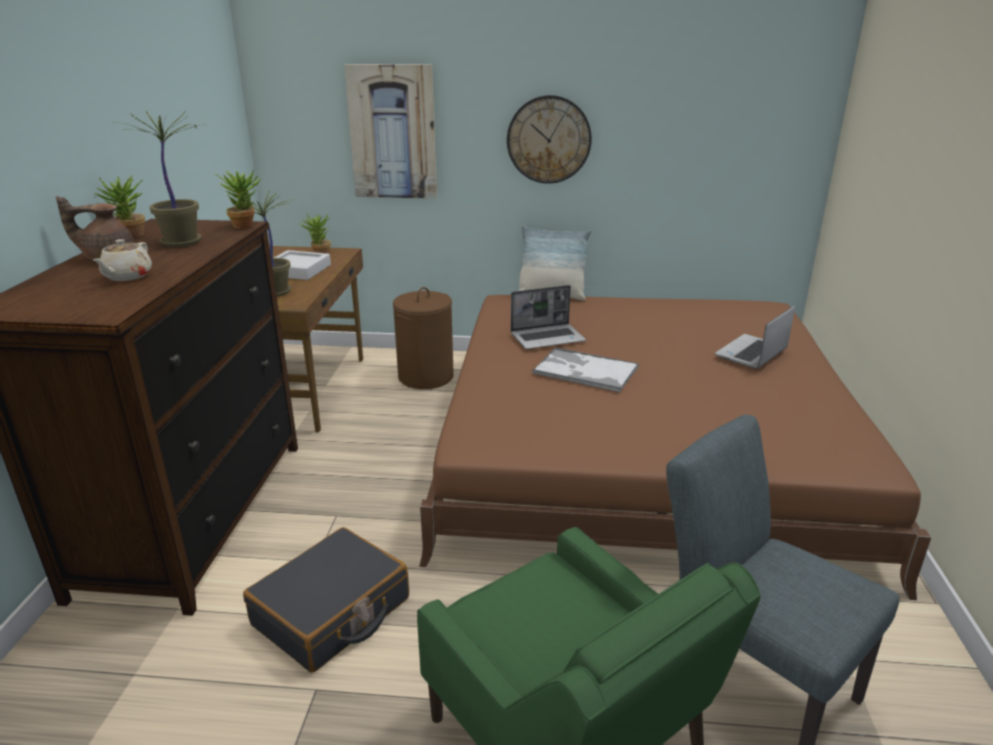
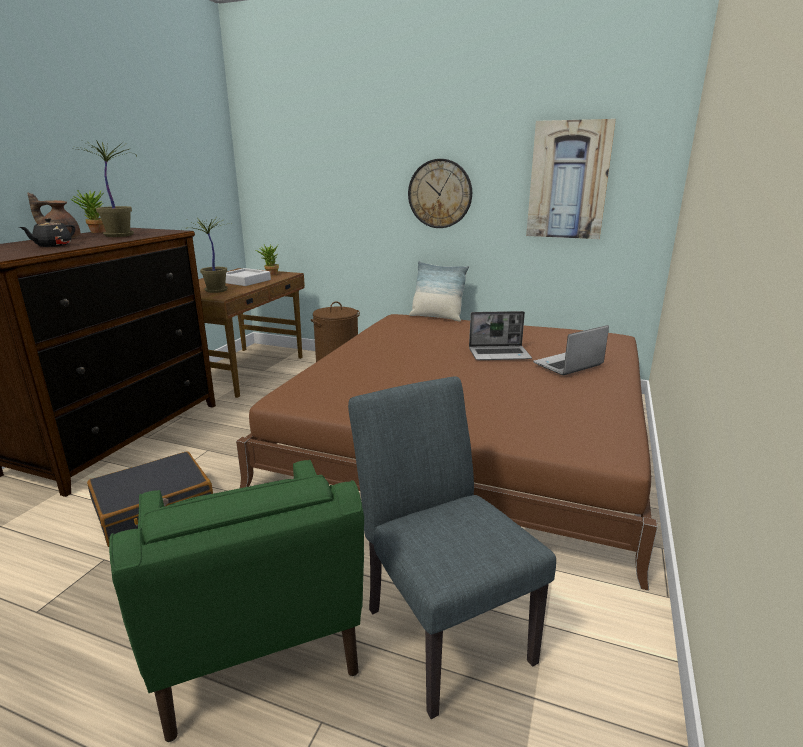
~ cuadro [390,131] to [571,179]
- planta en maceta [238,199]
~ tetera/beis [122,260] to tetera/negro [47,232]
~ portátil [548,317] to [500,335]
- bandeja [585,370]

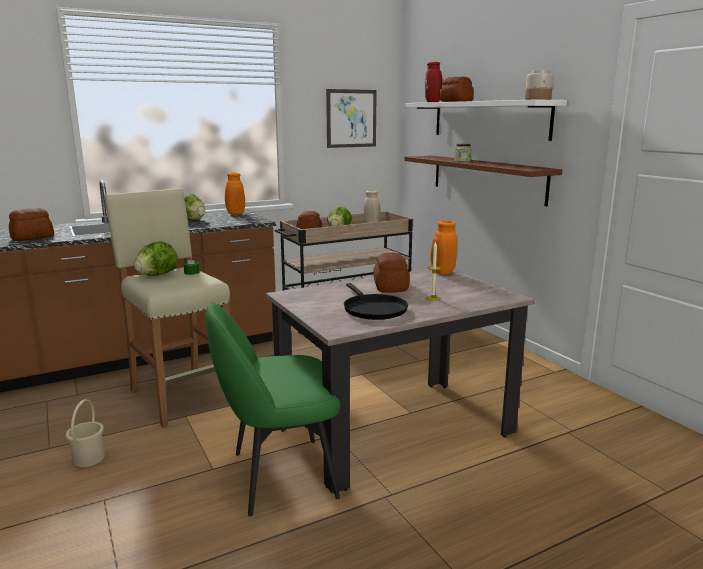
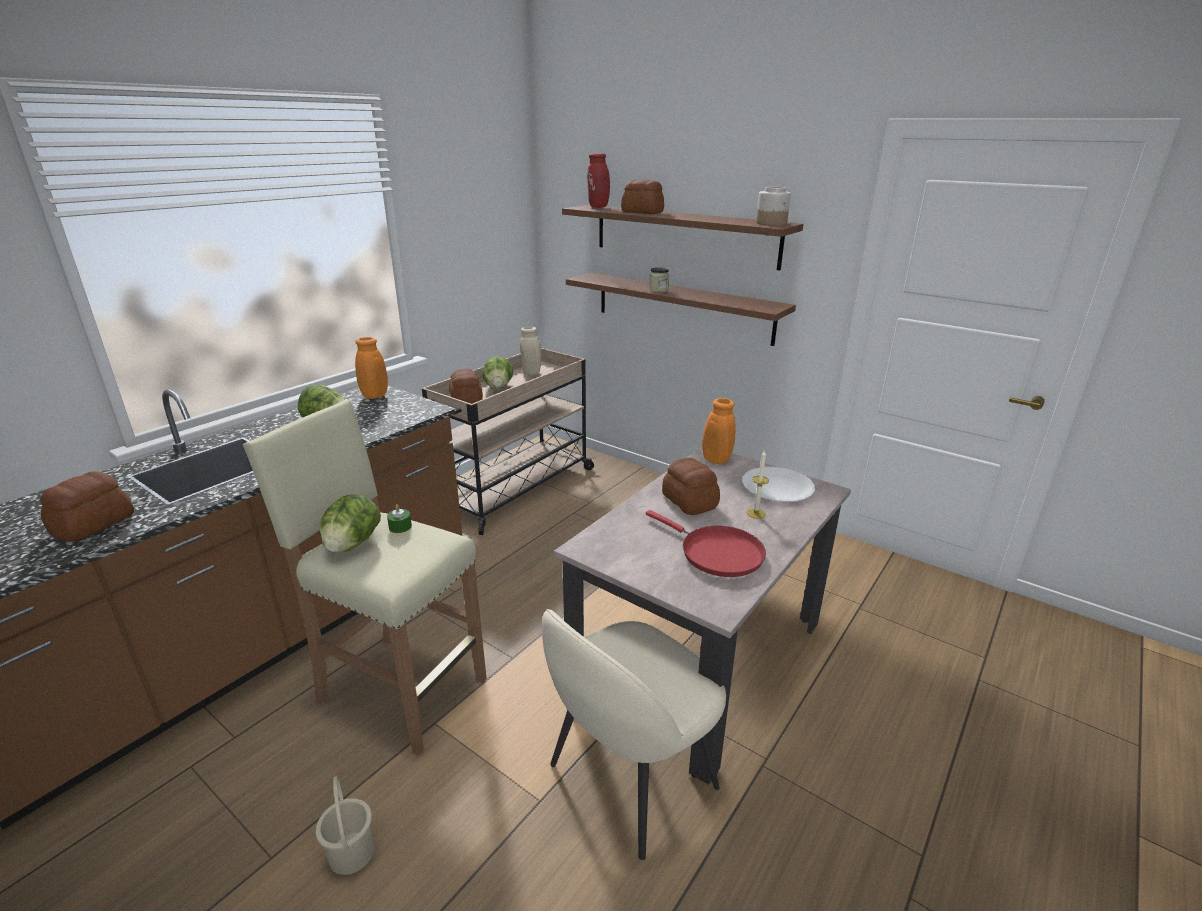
- cuadro [351,118]
~ estante/blanco [486,120] to estante/marrón [683,238]
~ sartén/negro [376,301] to sartén/rojo [706,543]
~ silla/verde [273,409] to silla/beis [634,734]
+ plato/blanco [778,484]

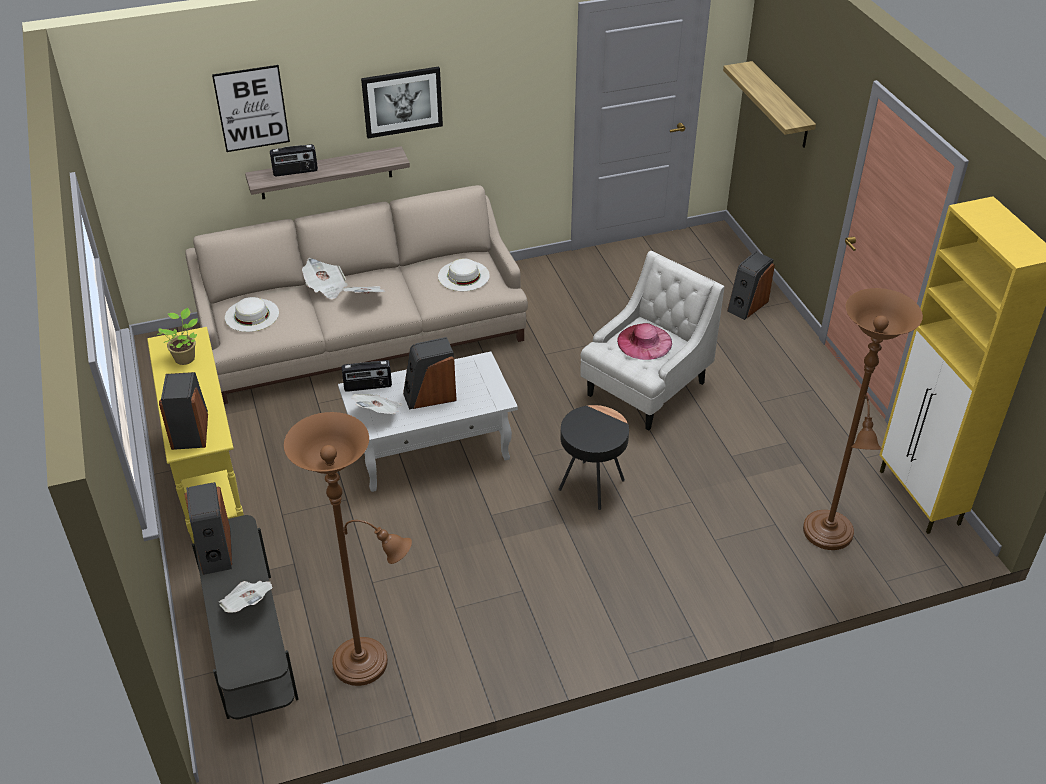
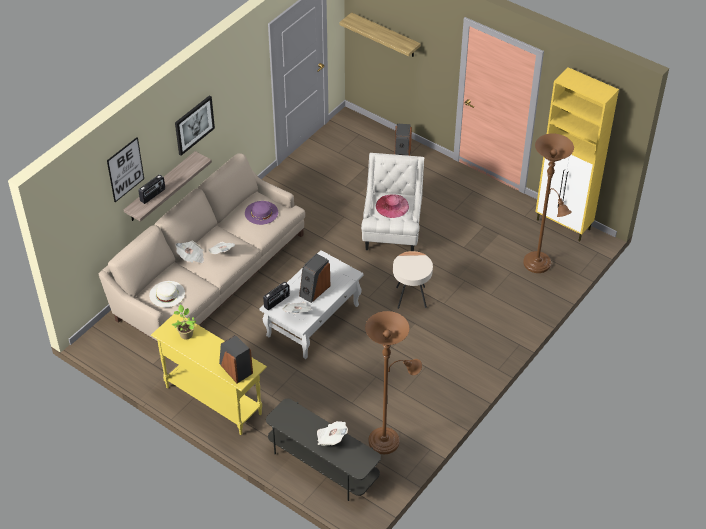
~ sombrero/blanco [464,275] to sombrero/morado [261,213]
~ mesa auxiliar/negro [593,457] to mesa auxiliar/beis [413,280]
- altavoz [208,528]

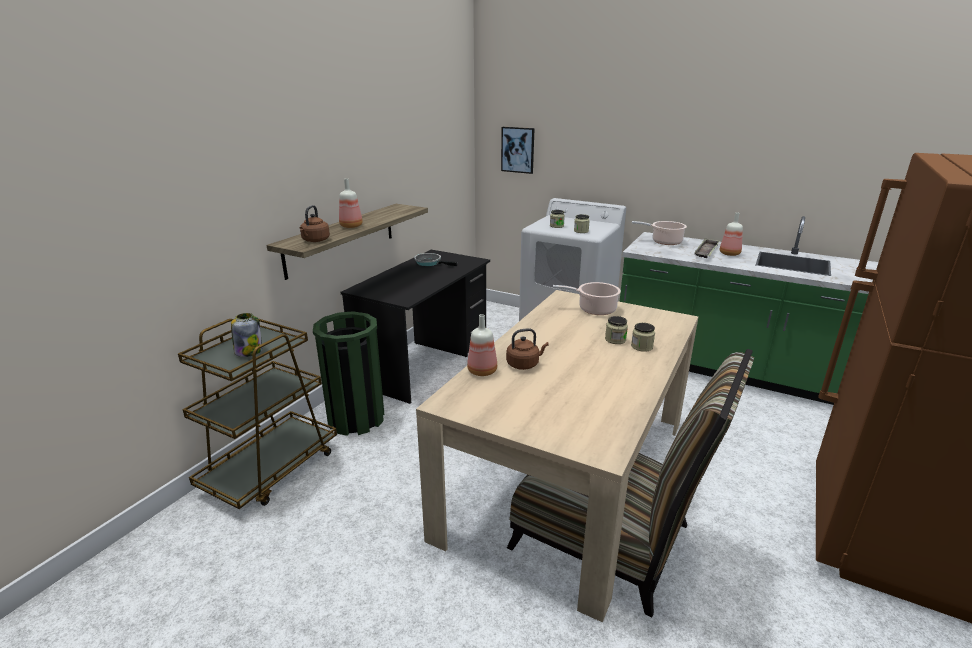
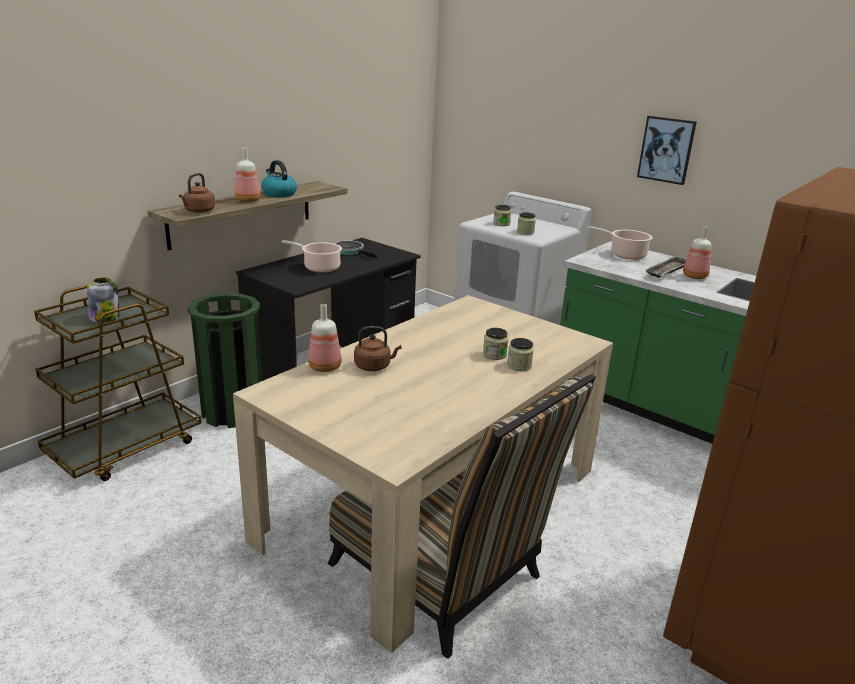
~ cuadro [518,150] to [667,150]
~ olla [587,298] to [311,256]
+ hervidor [279,178]

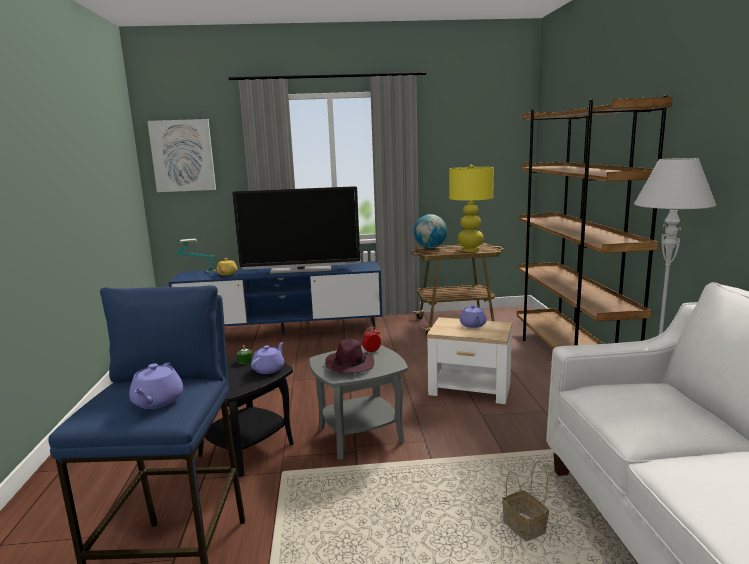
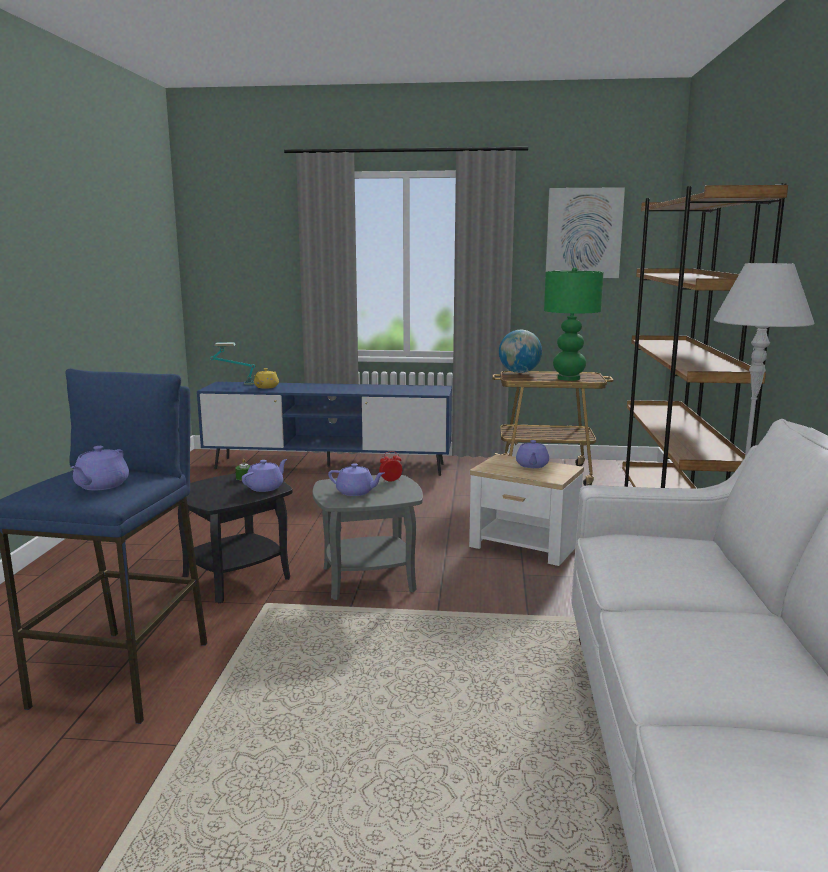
~ cuadro [181,155] to [585,232]
~ lámpara de mesa/amarillo [471,208] to lámpara de mesa/verde [574,324]
- televisor [296,230]
~ sombrero/morado [349,356] to tetera/morado [356,479]
- cesta [525,501]

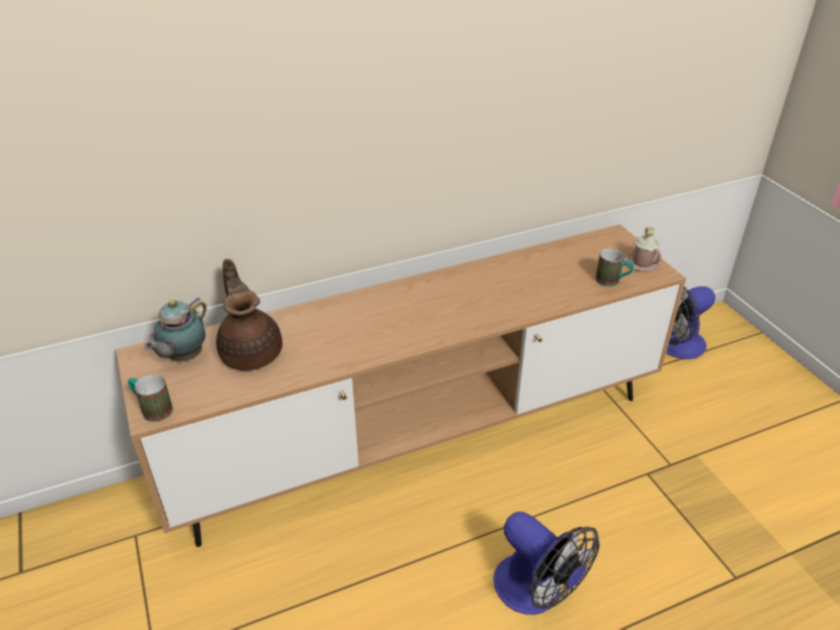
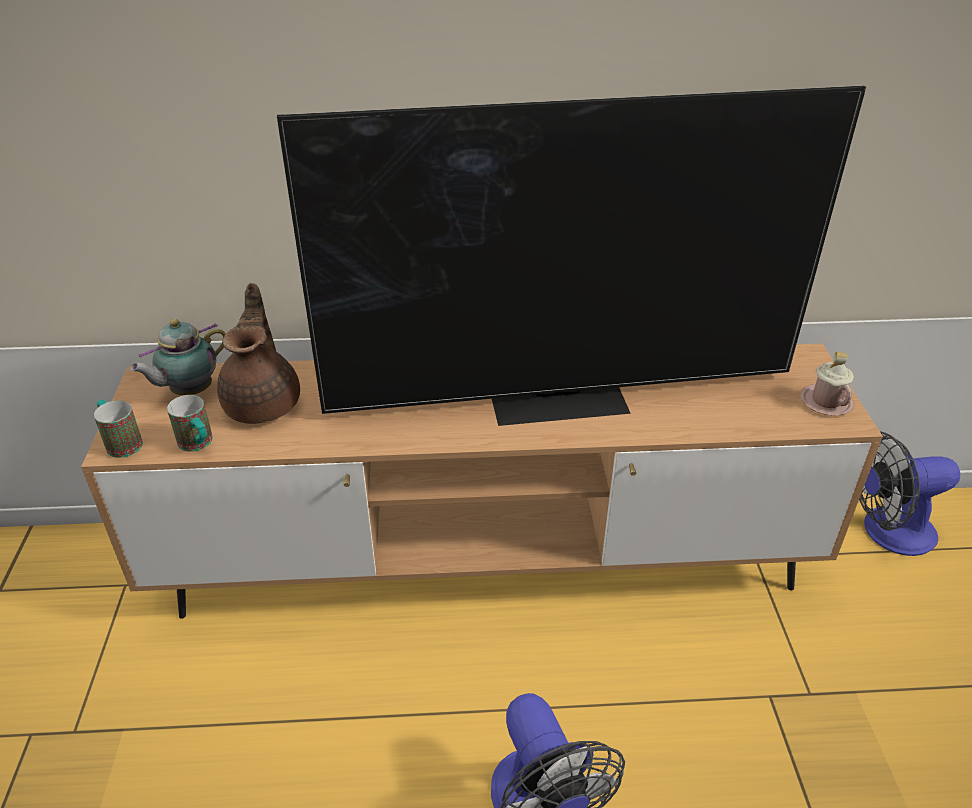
~ taza grande [614,267] to [190,423]
+ televisor [571,256]

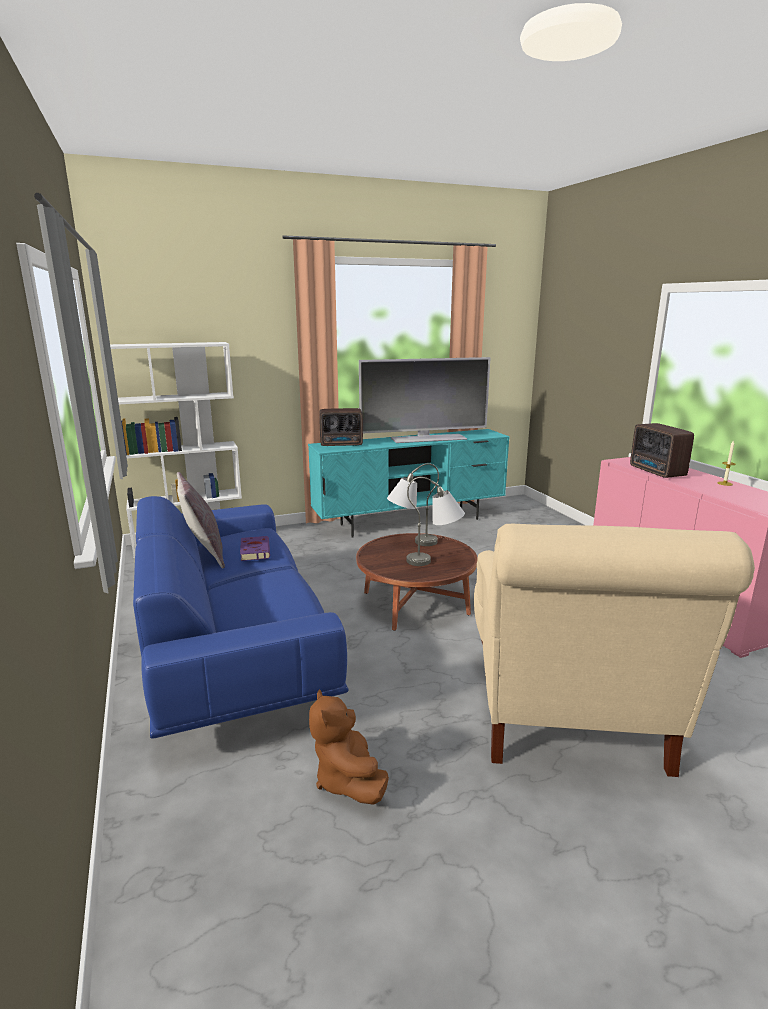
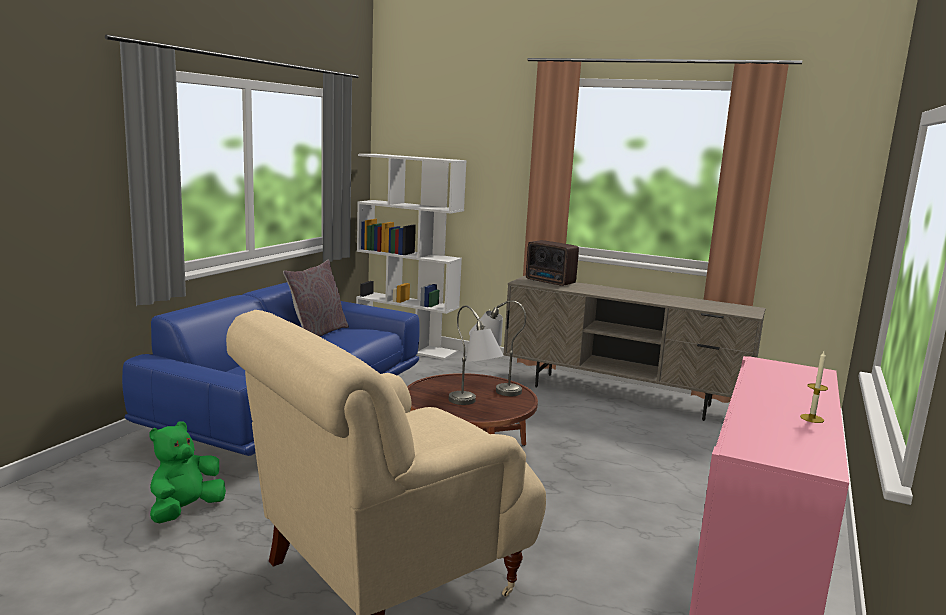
- televisor [425,400]
- radio [662,450]
~ mueble de televisión/turquesa [409,483] to mueble de televisión/beis [634,348]
- libro/morado [255,548]
~ peluche/marrón [349,747] to peluche/verde [187,472]

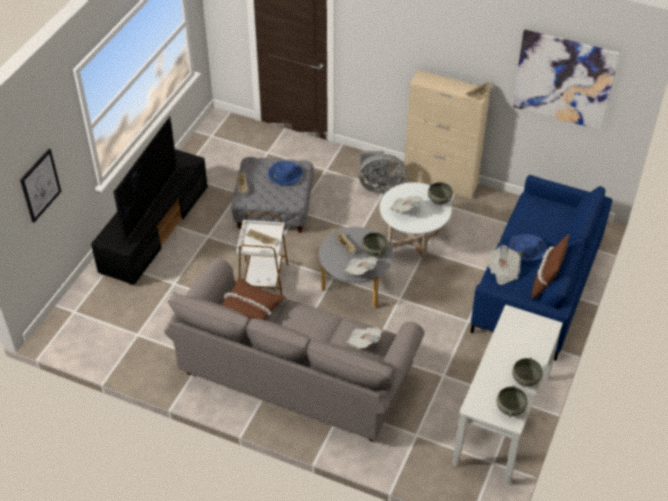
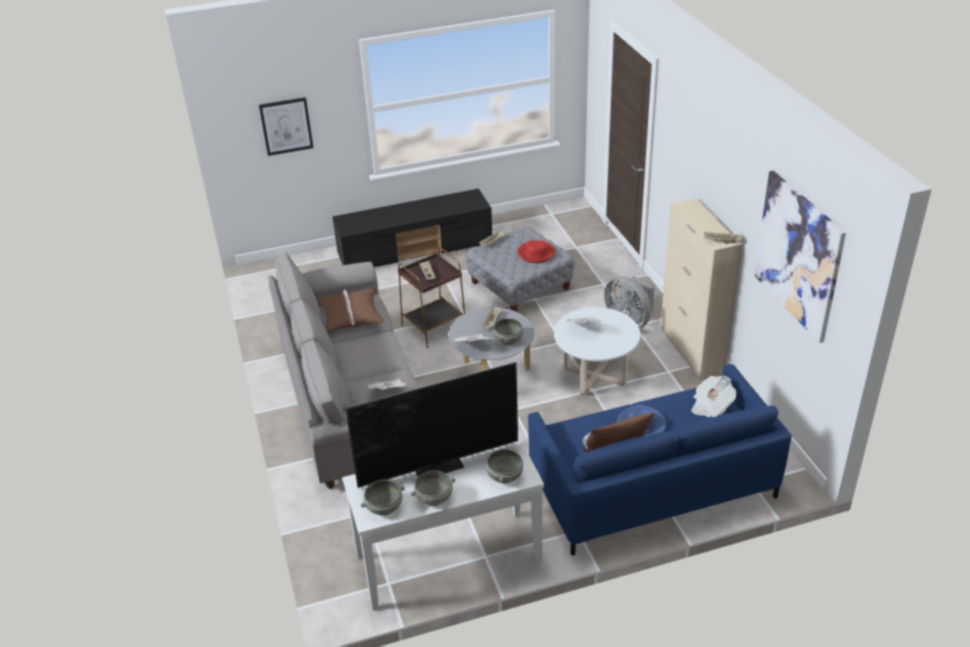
~ televisor [146,179] to [431,425]
~ sombrero/azul [285,173] to sombrero/rojo [536,251]
~ cuenco/gris [440,193] to [504,466]
~ mesa auxiliar/blanco [262,254] to mesa auxiliar/marrón [431,297]
~ periódico [504,265] to [713,396]

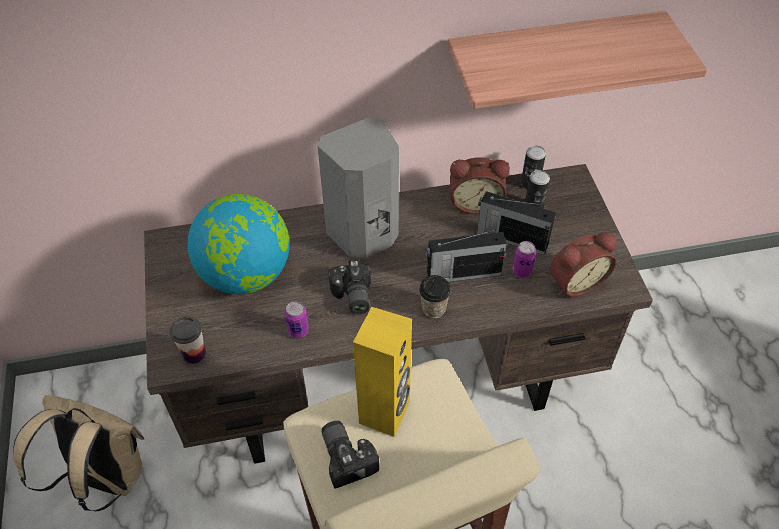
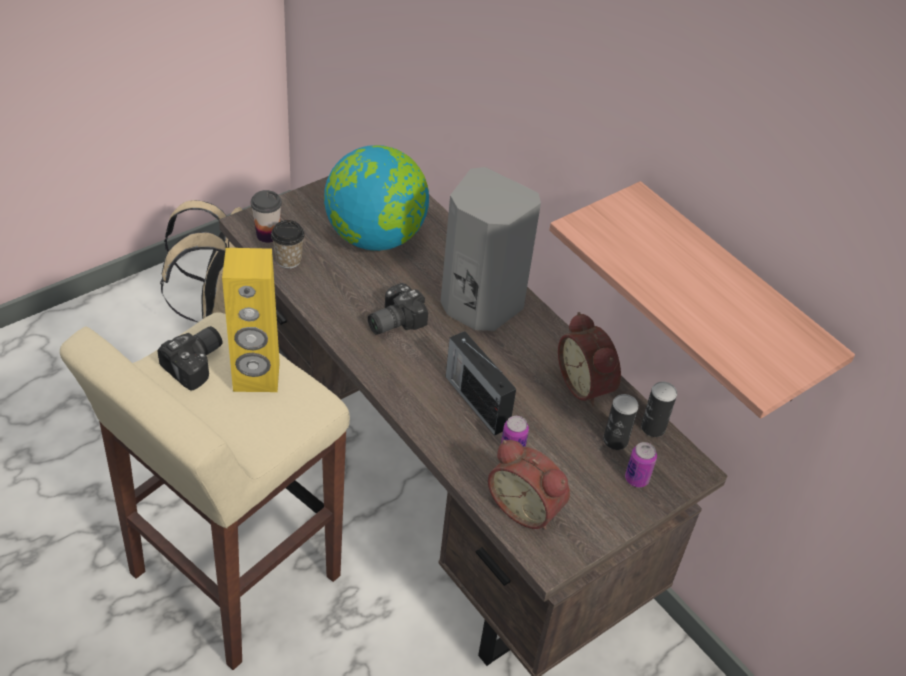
- radio [516,223]
~ taza [435,296] to [288,244]
~ lata [297,320] to [641,465]

